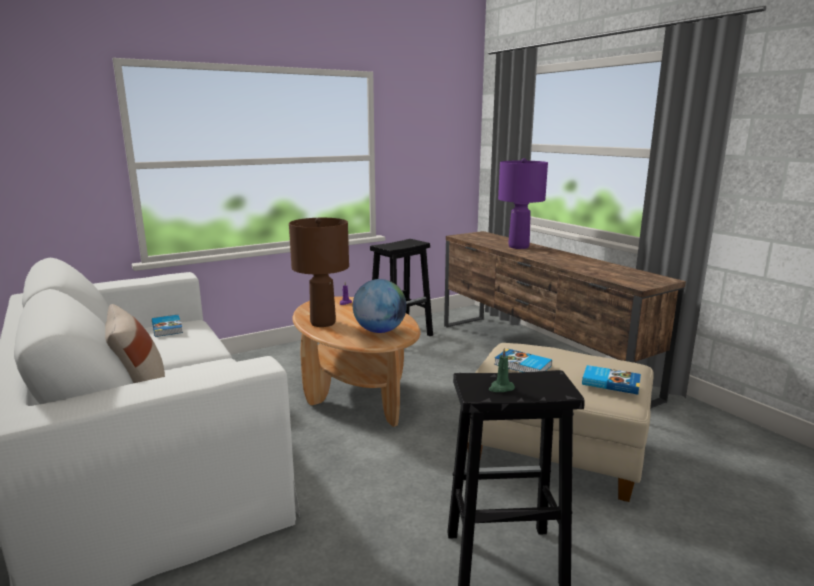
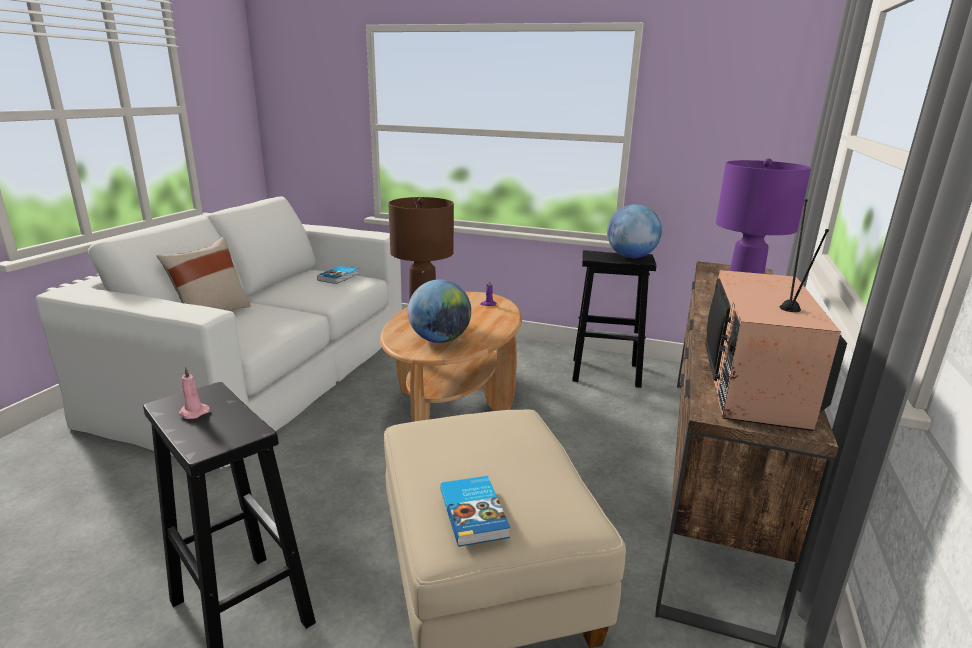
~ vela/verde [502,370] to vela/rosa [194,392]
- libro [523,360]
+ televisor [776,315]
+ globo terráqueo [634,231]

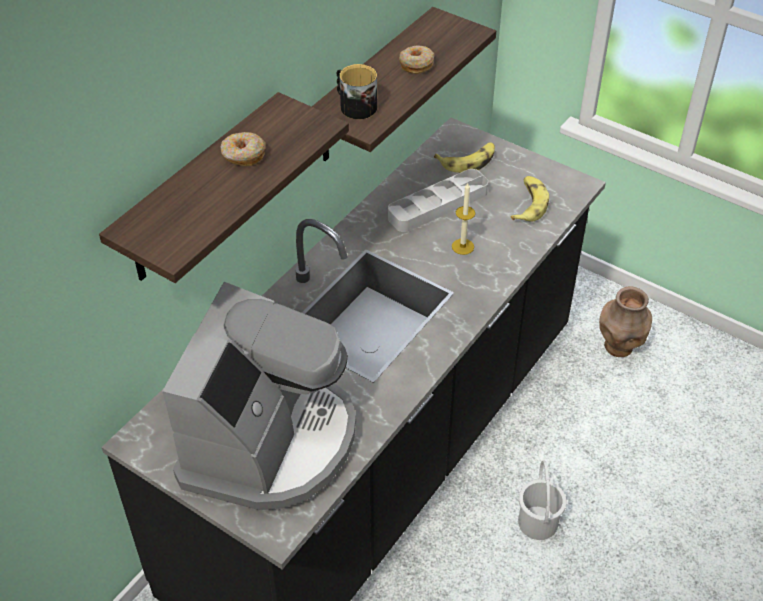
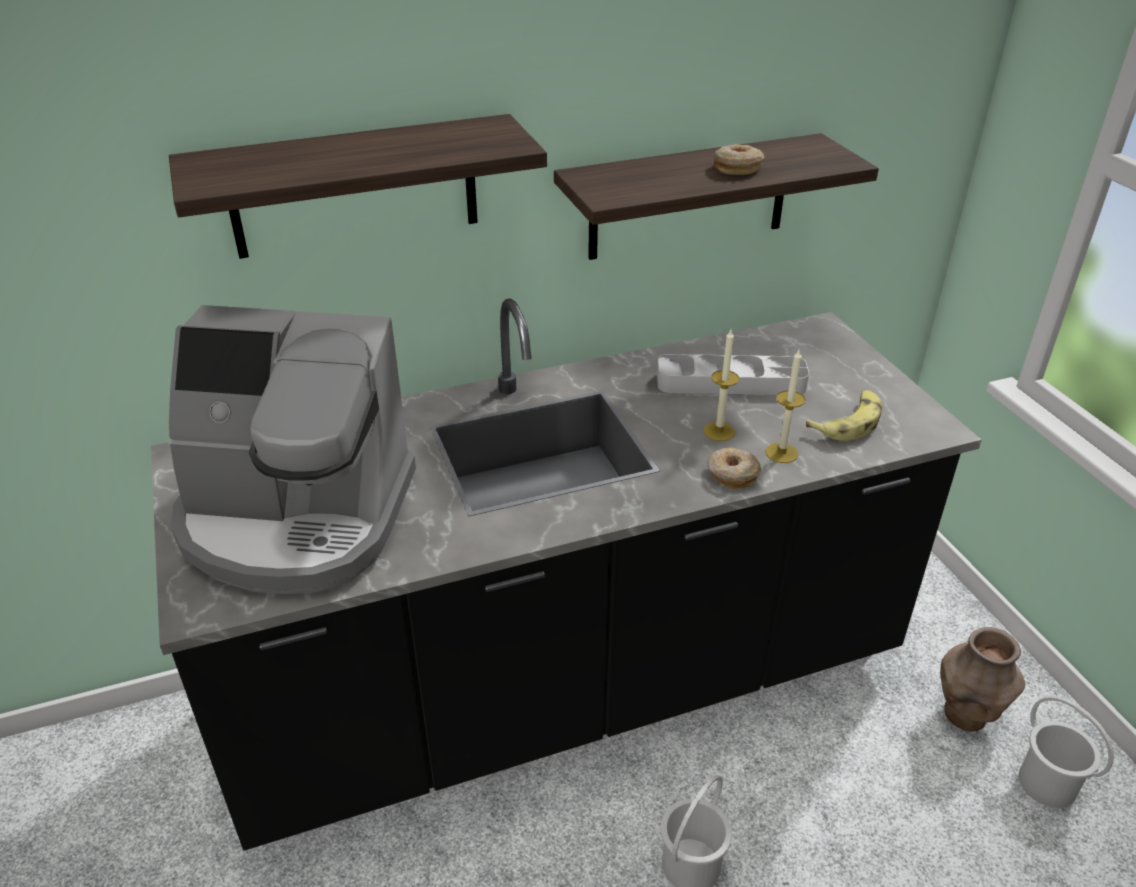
- taza grande [356,91]
~ rosquilla [243,149] to [734,468]
- plátano [464,157]
~ cafetera [259,396] = [292,449] 45 degrees clockwise
+ vela [785,406]
+ cubo/blanco [1066,752]

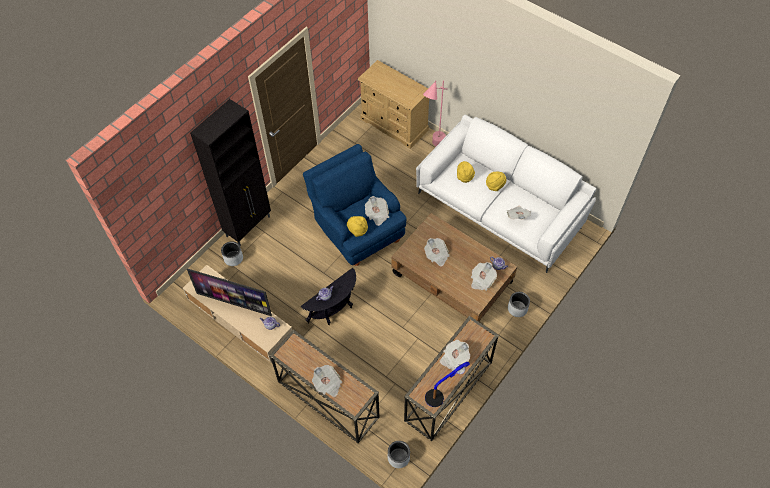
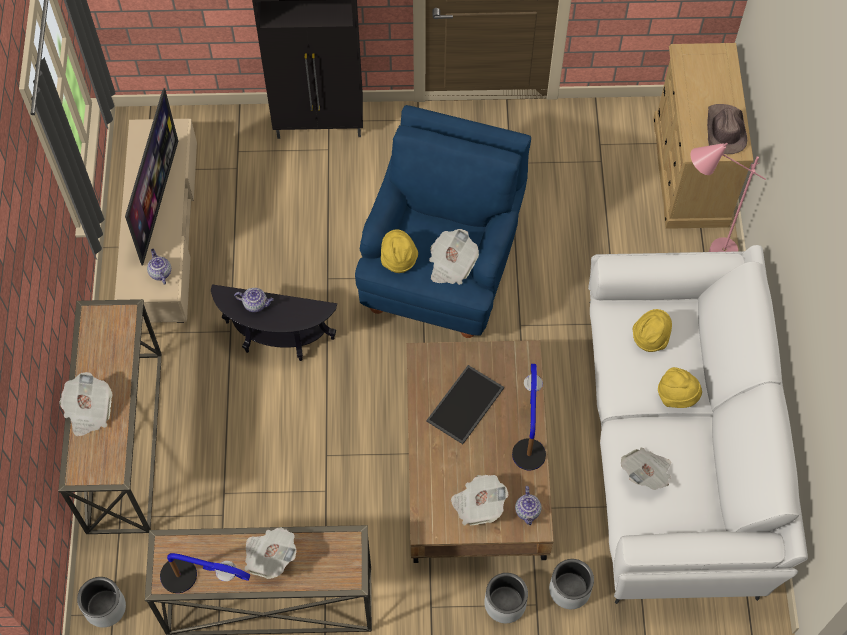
~ periódico [437,252] to bandeja [465,404]
~ maceta/gris [232,253] to [571,584]
~ televisor [229,292] = [151,177] 150 degrees counterclockwise
+ sombrero/marrón [727,129]
+ lámpara de mesa [529,417]

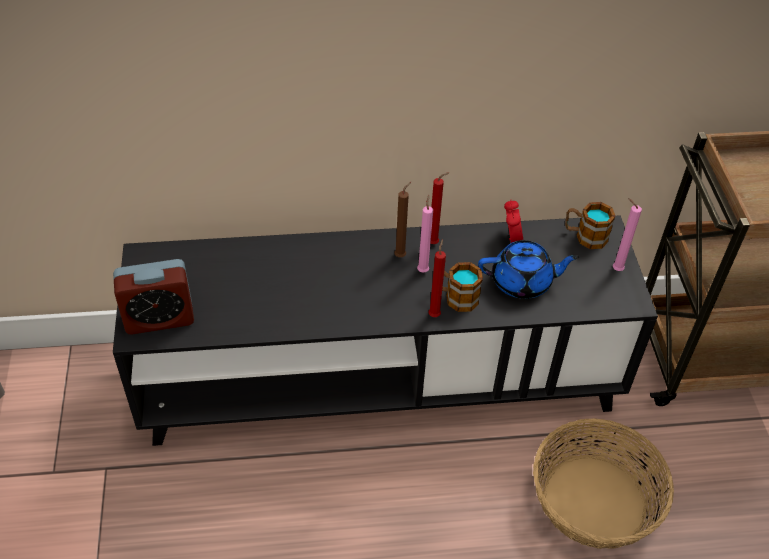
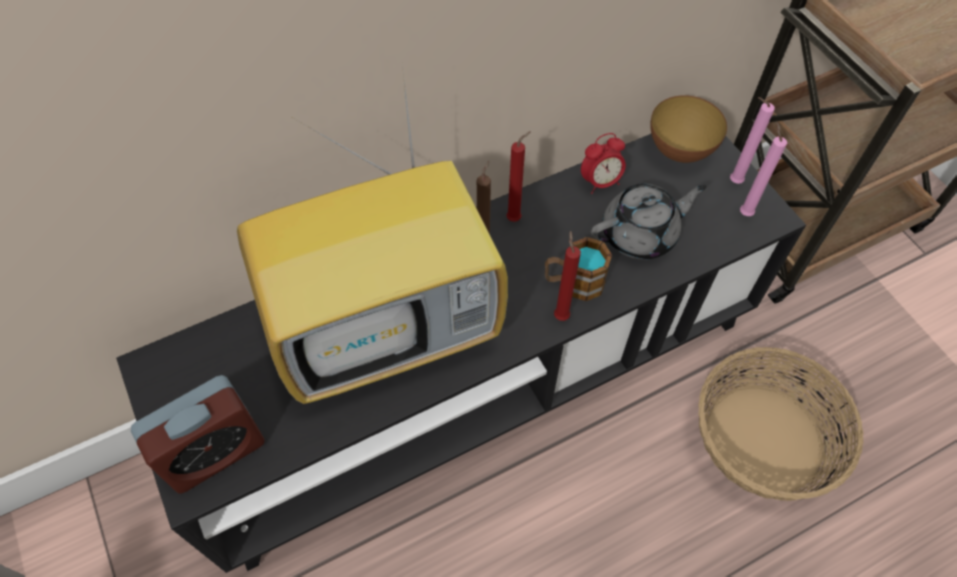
~ vela/rosa [425,234] to [763,169]
~ despertador [513,221] = [603,163] 90 degrees clockwise
~ taza grande [590,225] to cuenco [688,129]
~ tetera/azul [528,269] to tetera/gris [649,222]
+ televisor [372,234]

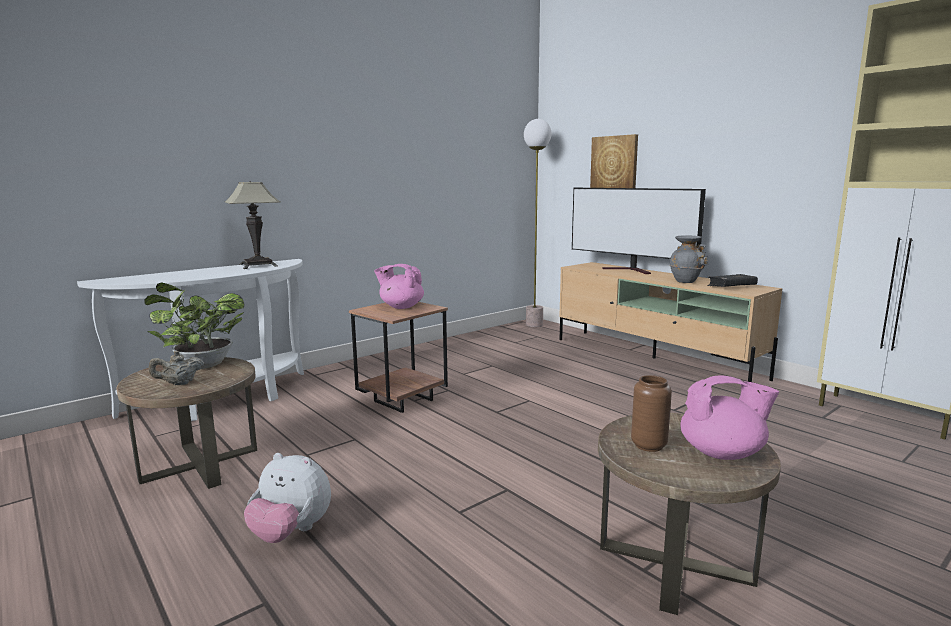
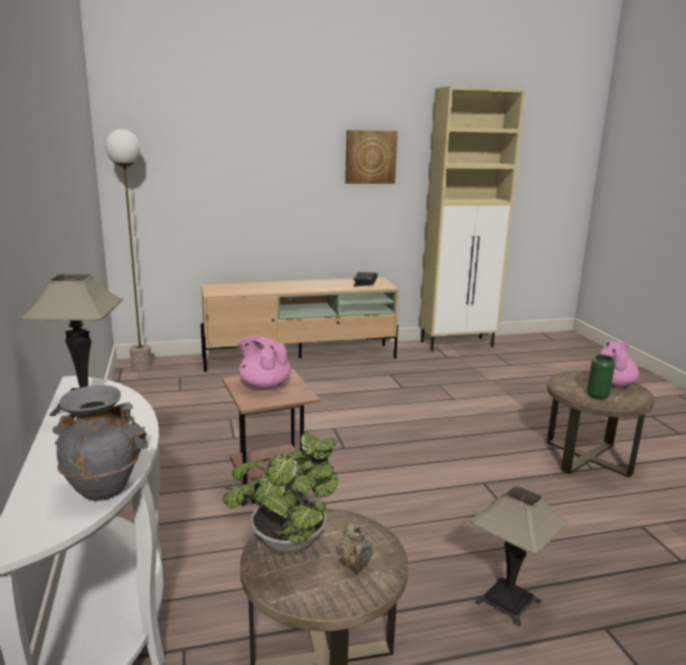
~ cuadro [614,161] to [371,157]
- televisor [639,231]
~ florero/gris [689,259] to [100,443]
~ tetera/rosa [399,286] = [264,362] 90 degrees clockwise
~ florero/marrón [651,413] to florero/verde [601,377]
~ peluche [287,498] to lámpara de mesa [519,557]

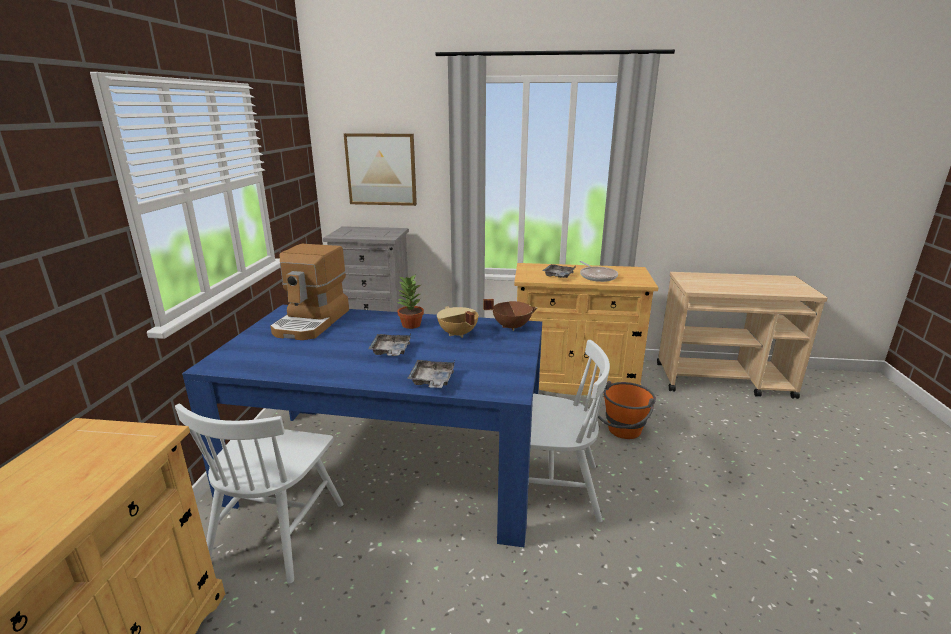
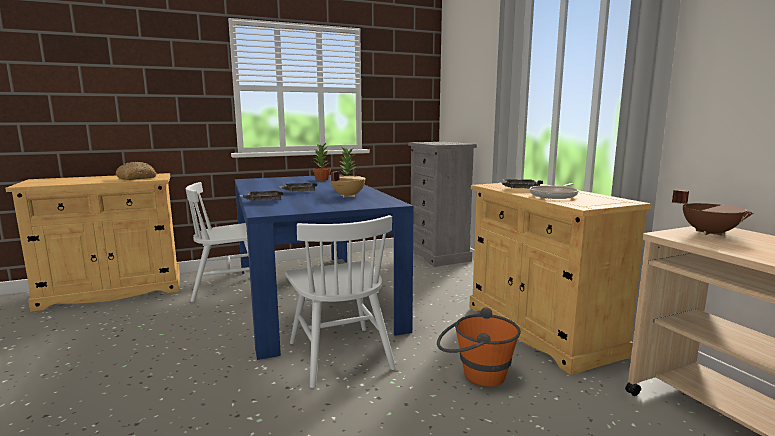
- cuadro [380,169]
~ cafetera [310,292] to planta en maceta [322,161]
~ olla/marrón [510,315] to [713,213]
+ pan [136,171]

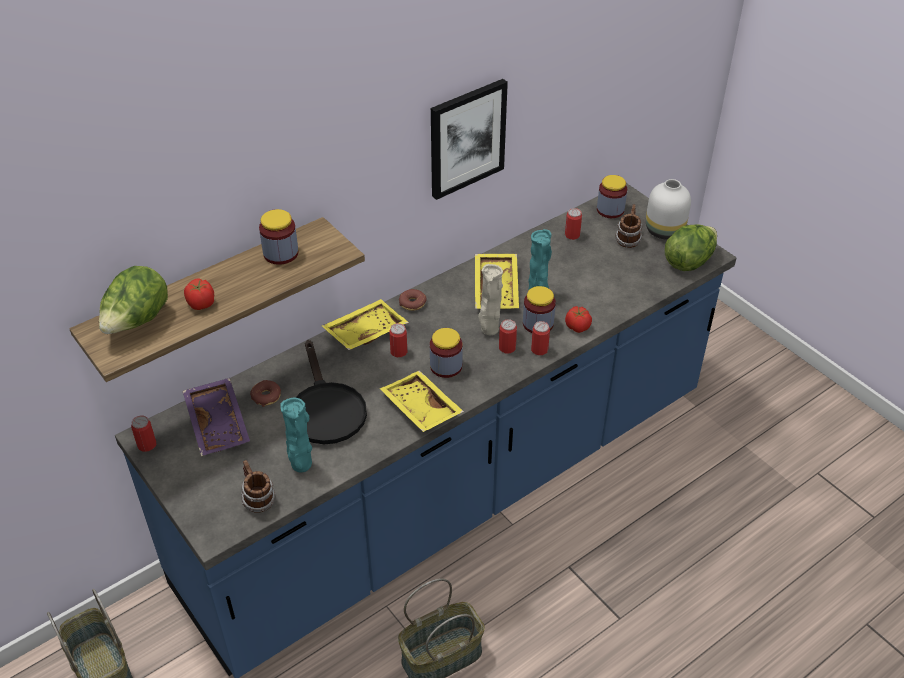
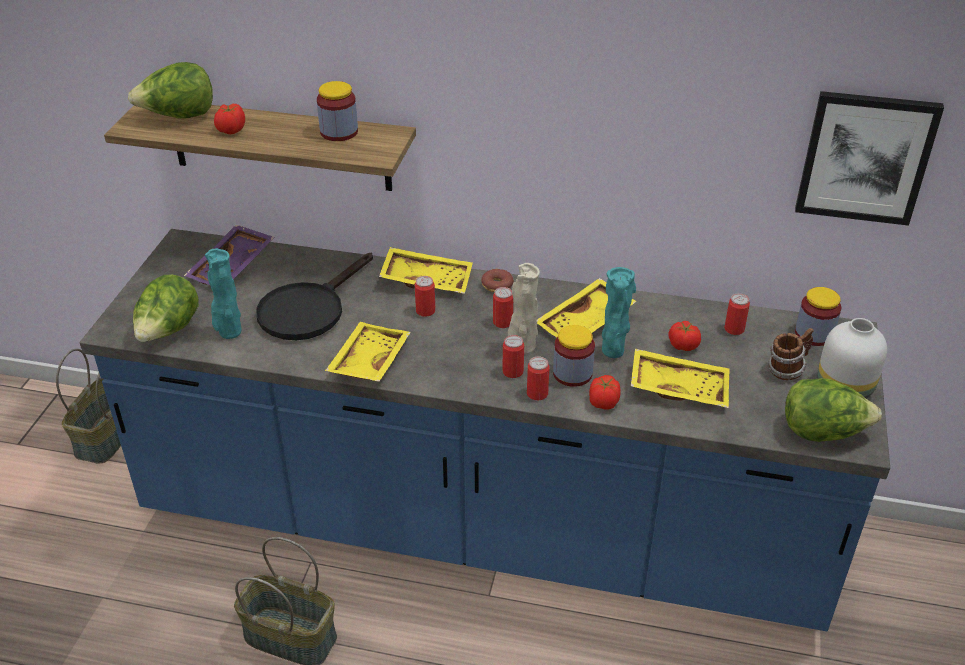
~ cuadro [469,139] to [869,158]
- tarro [446,353]
- rosquilla [265,393]
~ lata [143,433] to [503,307]
~ taza grande [258,486] to lechuga [166,308]
+ tomate [684,336]
+ bandeja/amarillo [680,378]

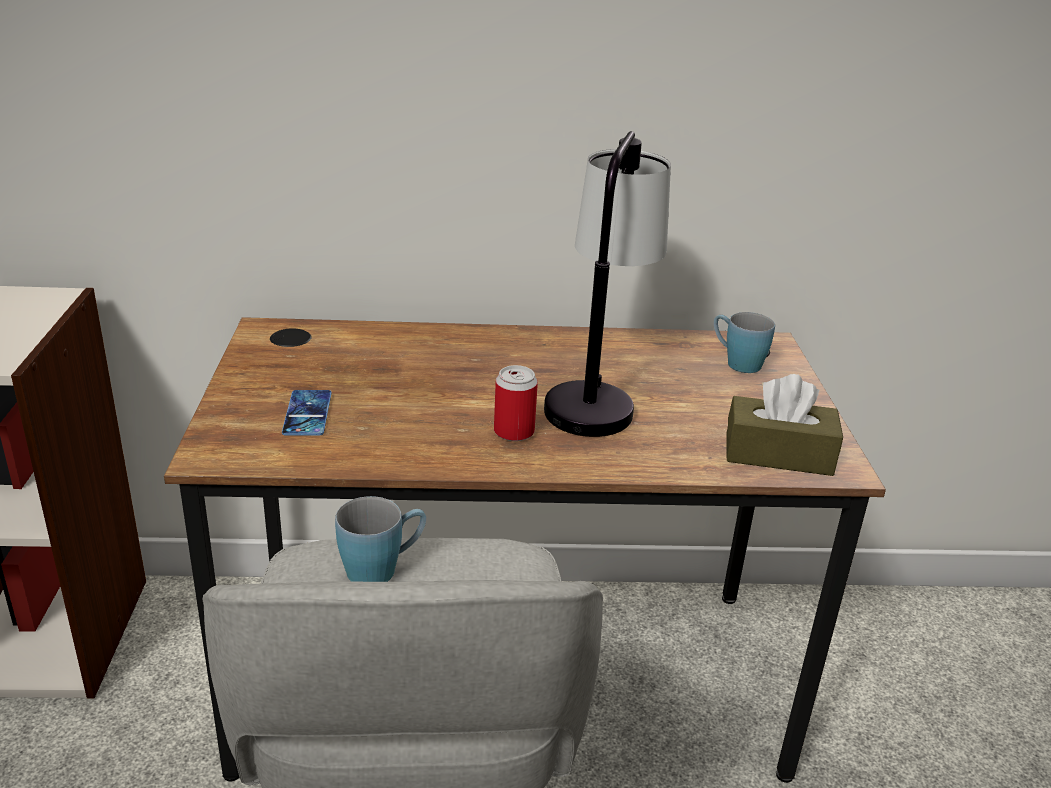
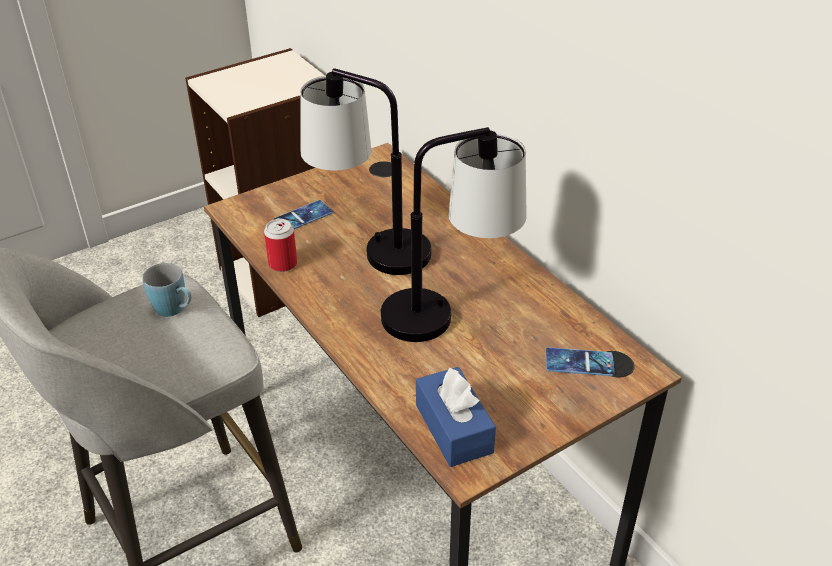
~ taza grande/azul [744,342] to móvil [580,361]
~ lata [516,403] to [280,245]
~ caja de pañuelos/marrón [785,425] to caja de pañuelos/azul [456,417]
+ lámpara de mesa [366,171]

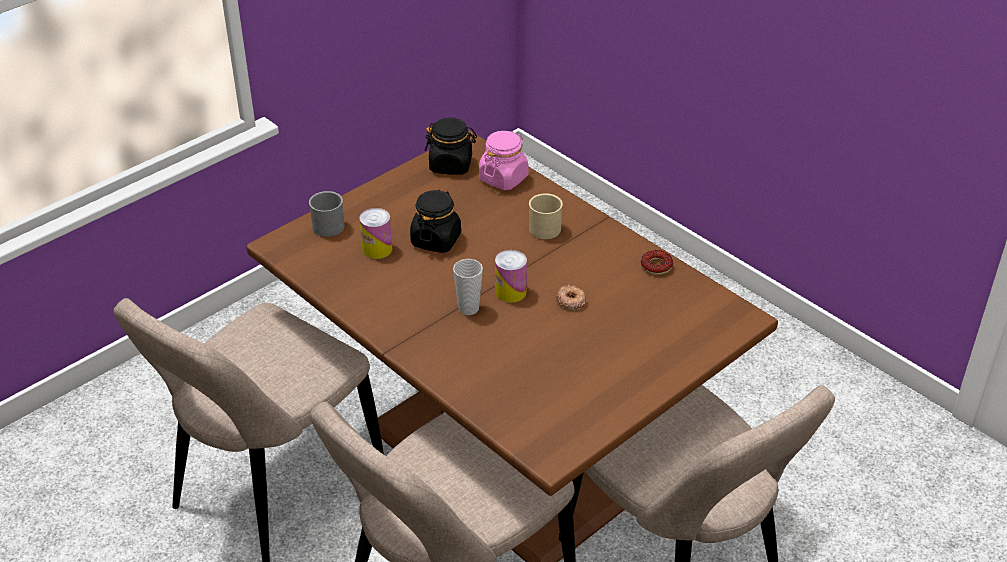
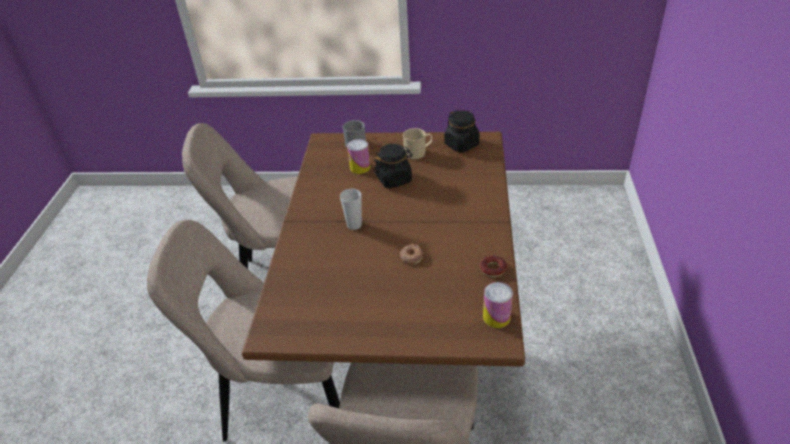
- tarro/rosa [503,160]
~ taza grande/beis [546,216] to [417,143]
~ lata [511,276] to [498,305]

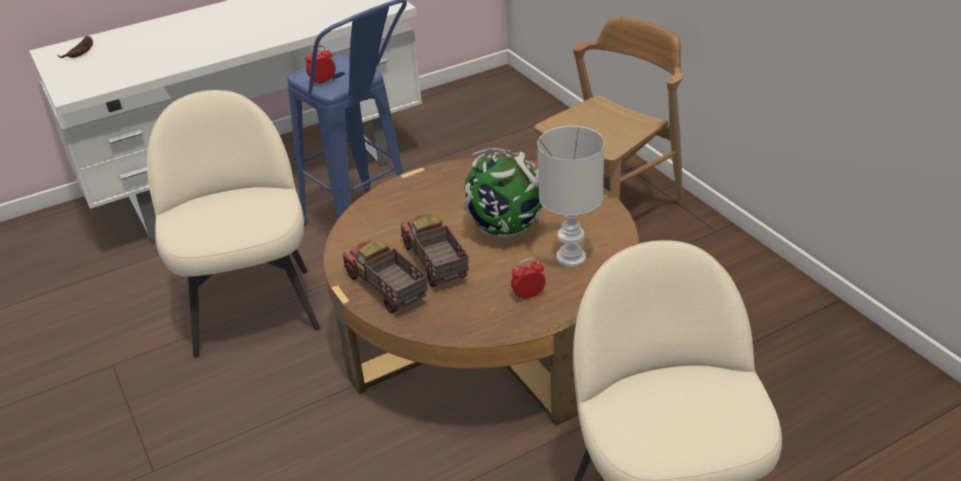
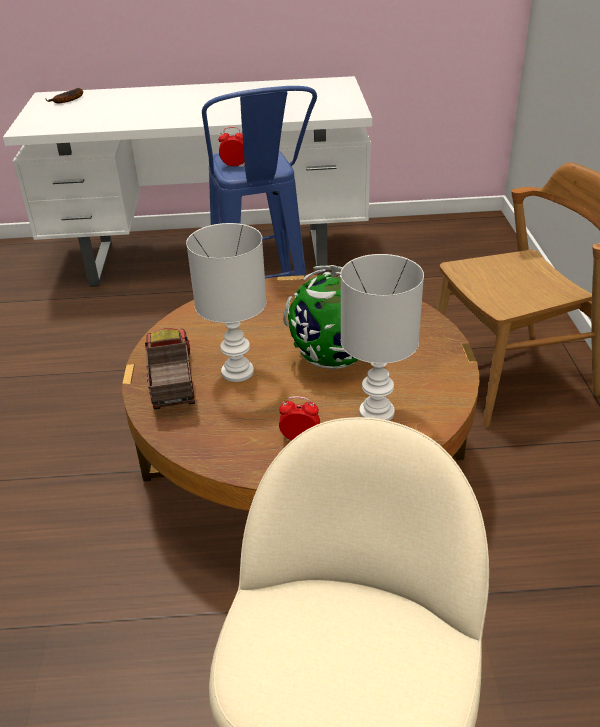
- silla/beis [233,224]
~ camión de juguete [435,251] to lámpara de mesa/blanco [226,302]

